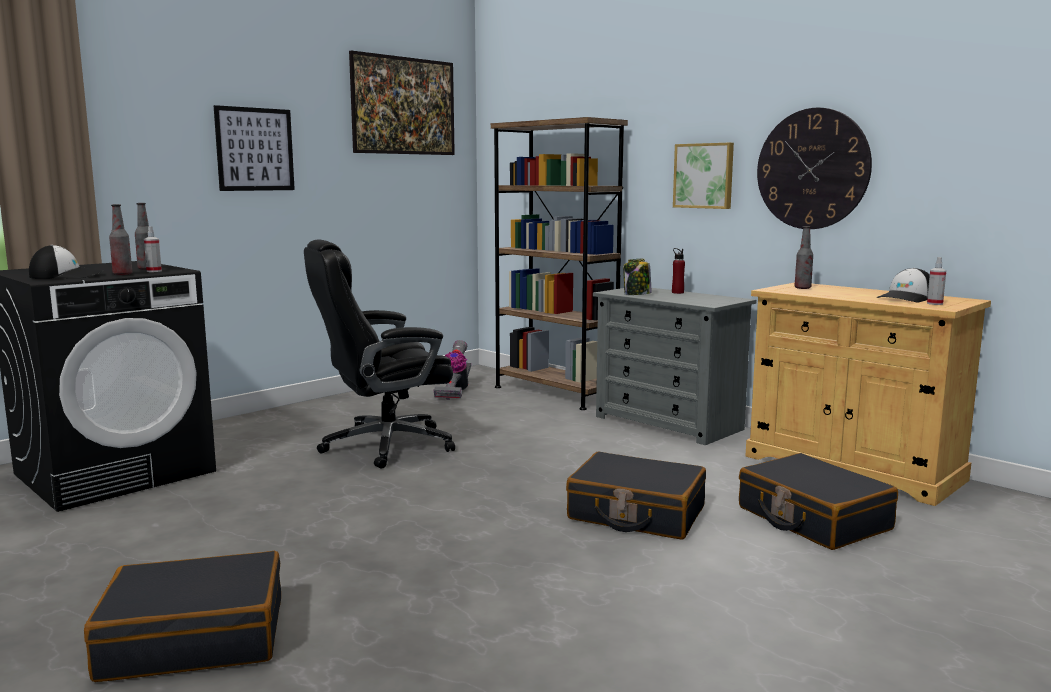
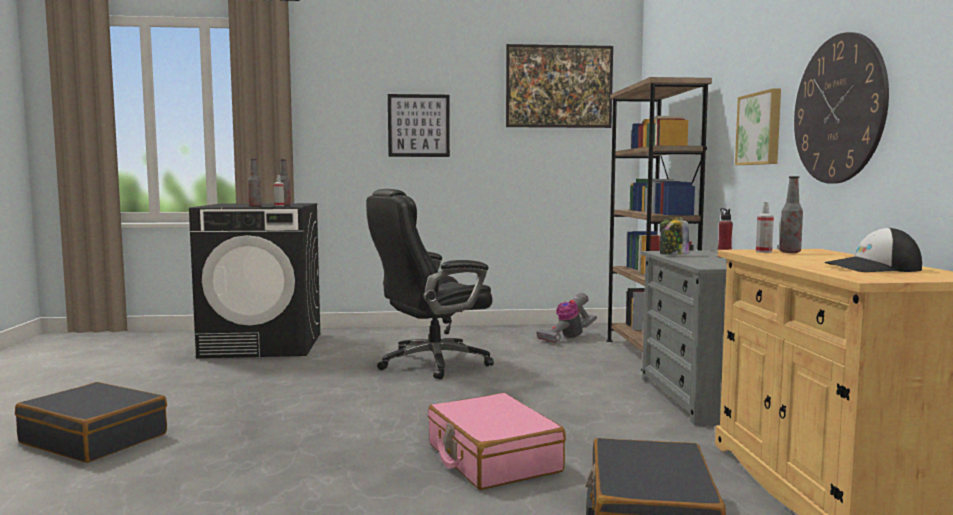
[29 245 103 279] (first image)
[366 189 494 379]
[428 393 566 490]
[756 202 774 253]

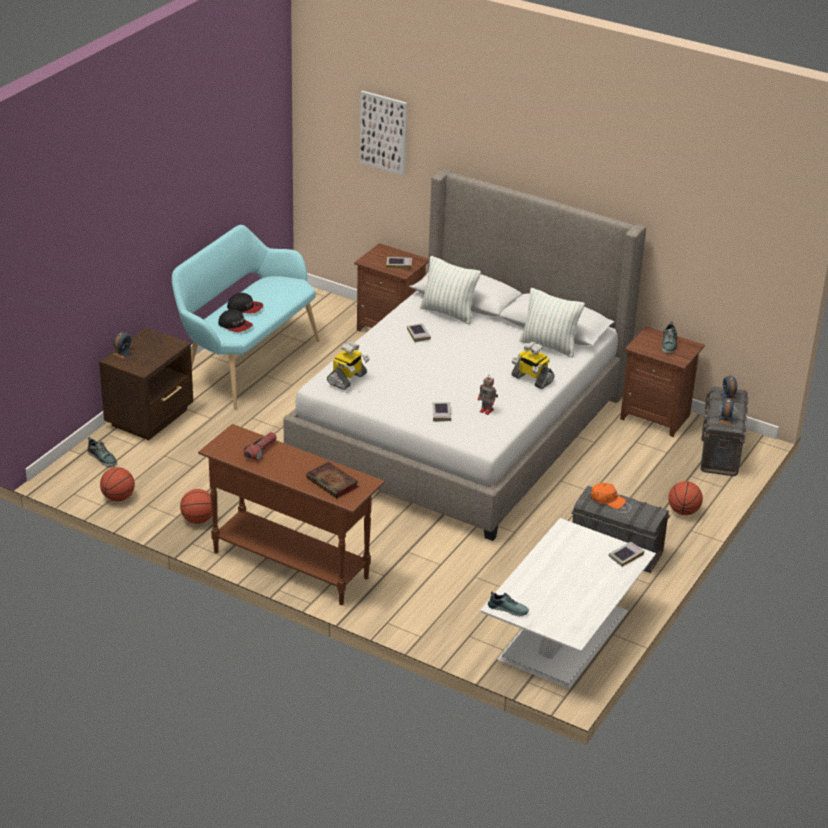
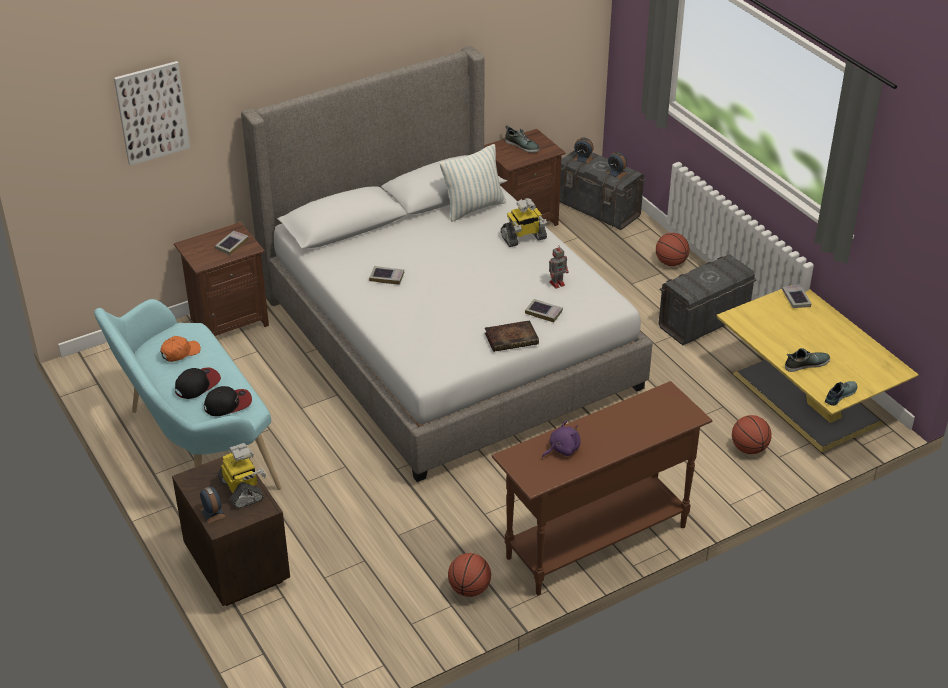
[785 348 830 372]
[732 415 772 454]
[542 420 581 457]
[485 320 539 352]
[218 443 266 508]
[420 256 481 324] (first image)
[717 285 919 452]
[160 336 201 362]

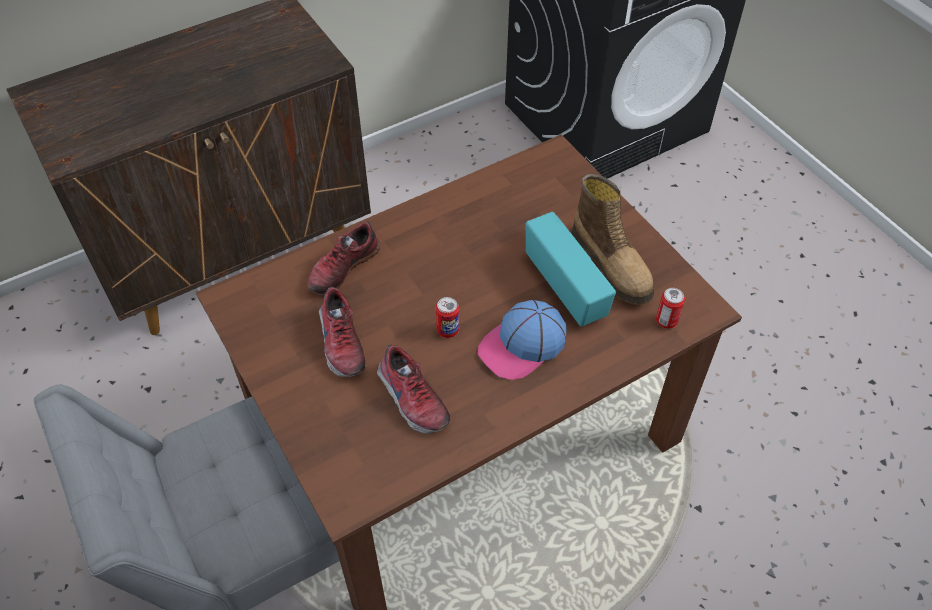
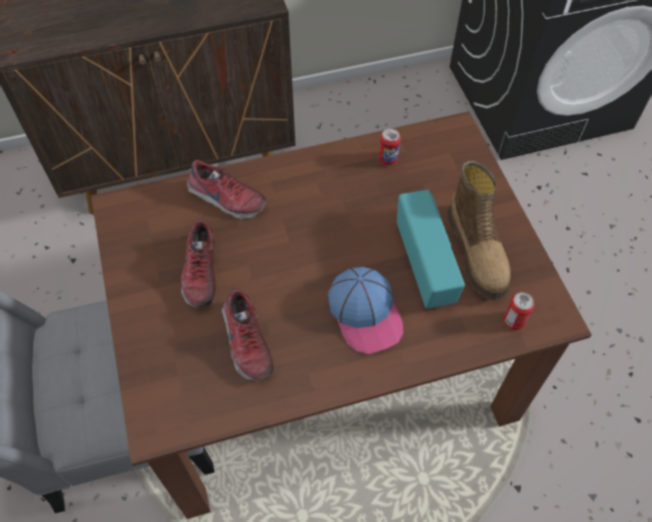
[187 160 267 219]
[379 128 401 165]
[328 267 403 354]

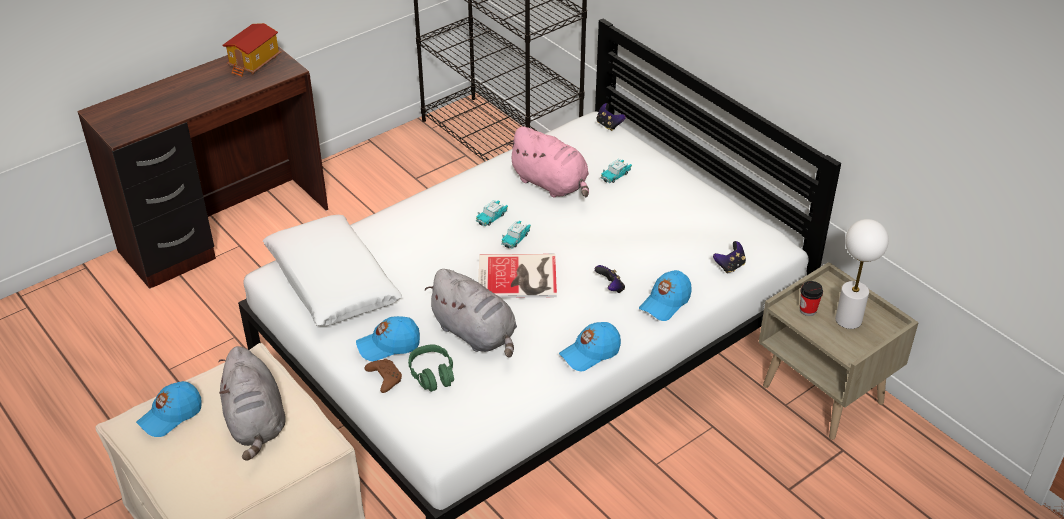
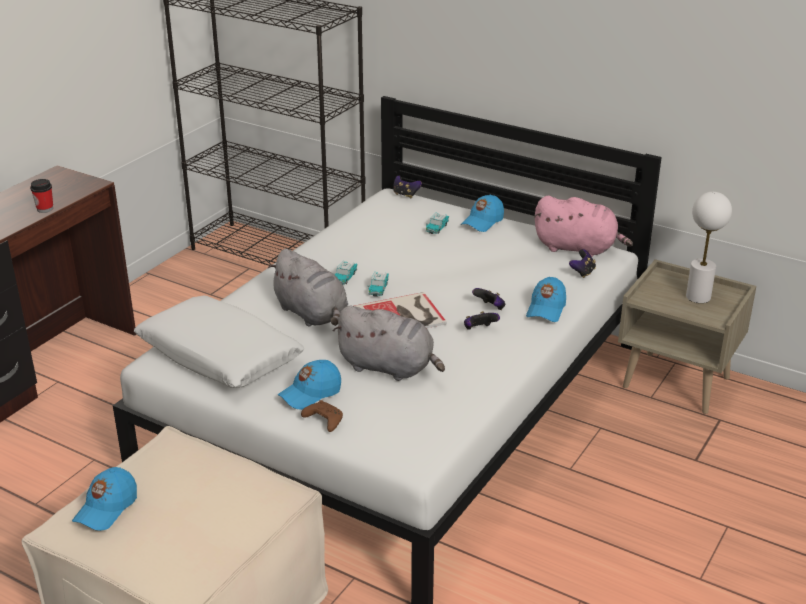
[268 249 348 327]
[223 23 281 77] (first image)
[408 344 454 392] (first image)
[534 196 633 257]
[461 195 504 232]
[30 179 53 213]
[464 311 500 330]

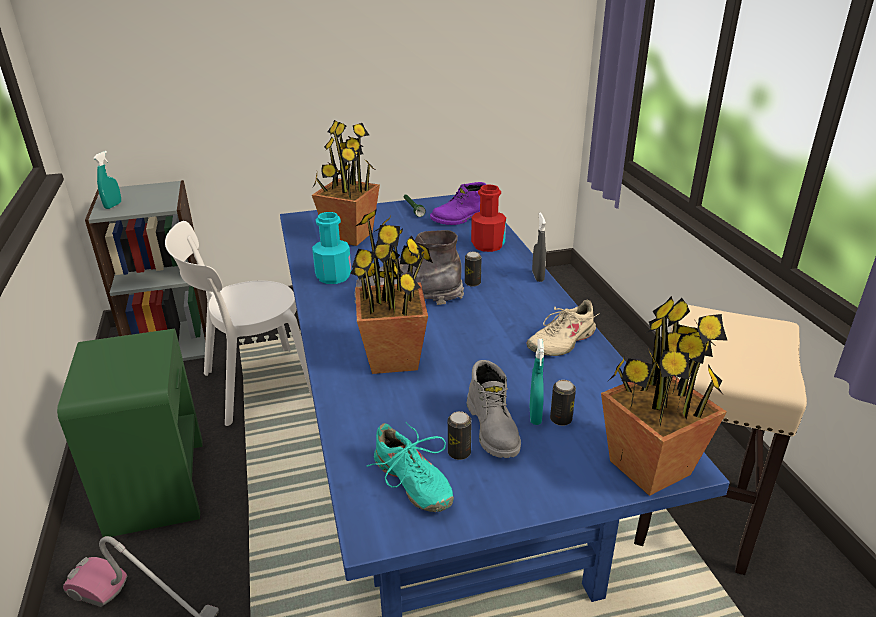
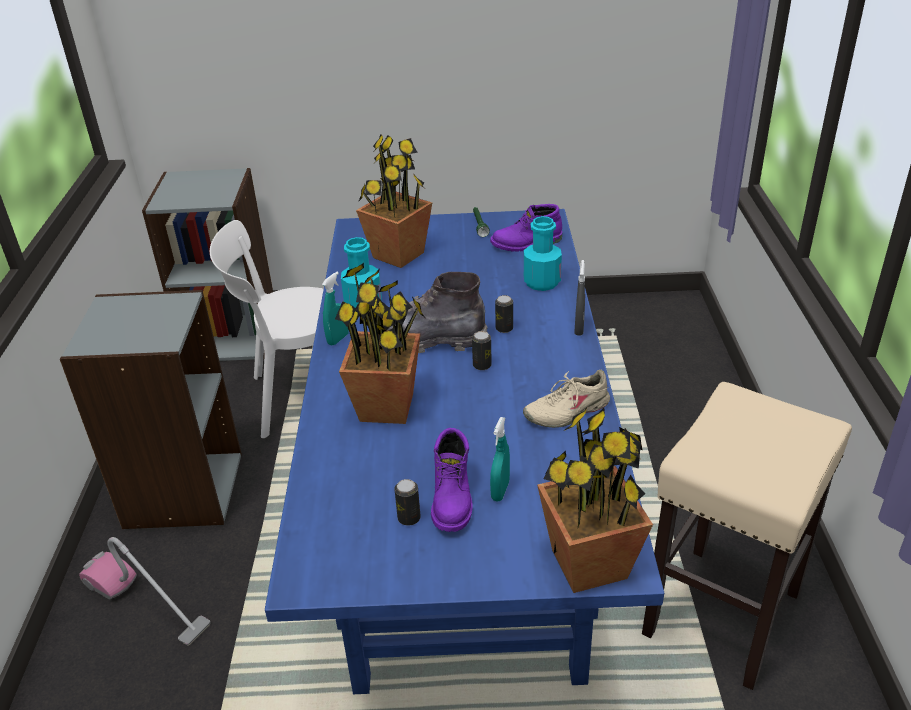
[60 290 242 529]
[322 272 349 346]
[366 422 454 512] (first image)
[431 428 473 532]
[524 216 562 291]
[472 331 492 370]

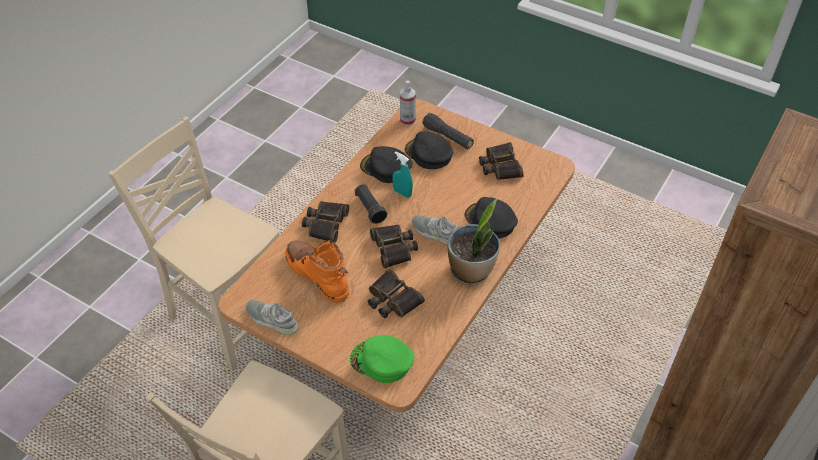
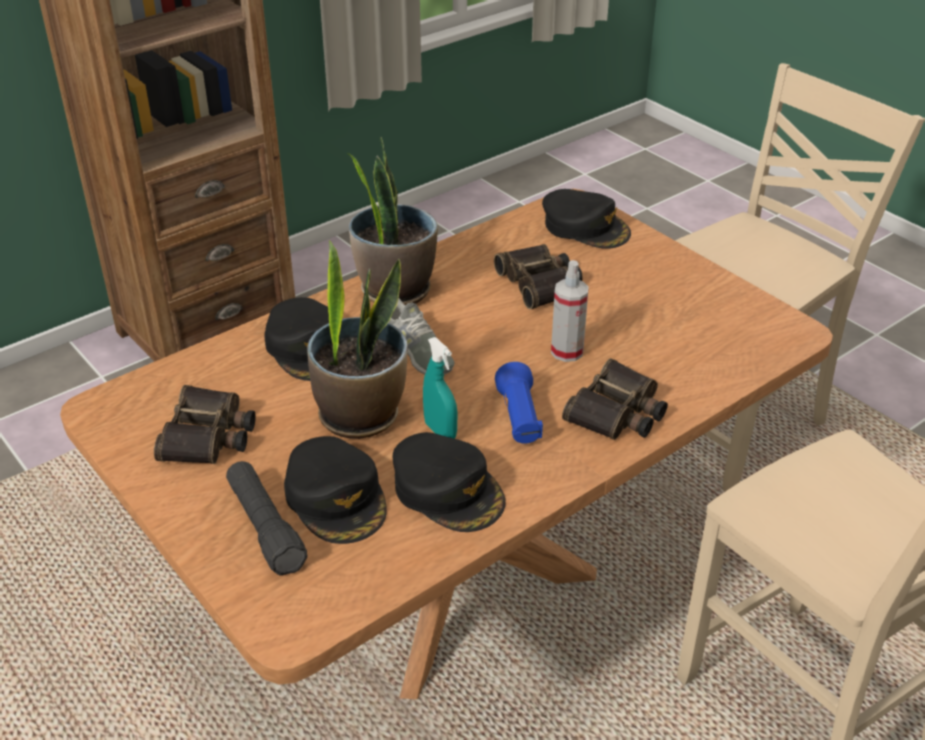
[246 300 299 335] (first image)
[285 240 350 303] (first image)
[542 189 631 249]
[495 362 543 444]
[370 224 418 268] (first image)
[551 260 589 362]
[307 240 408 439]

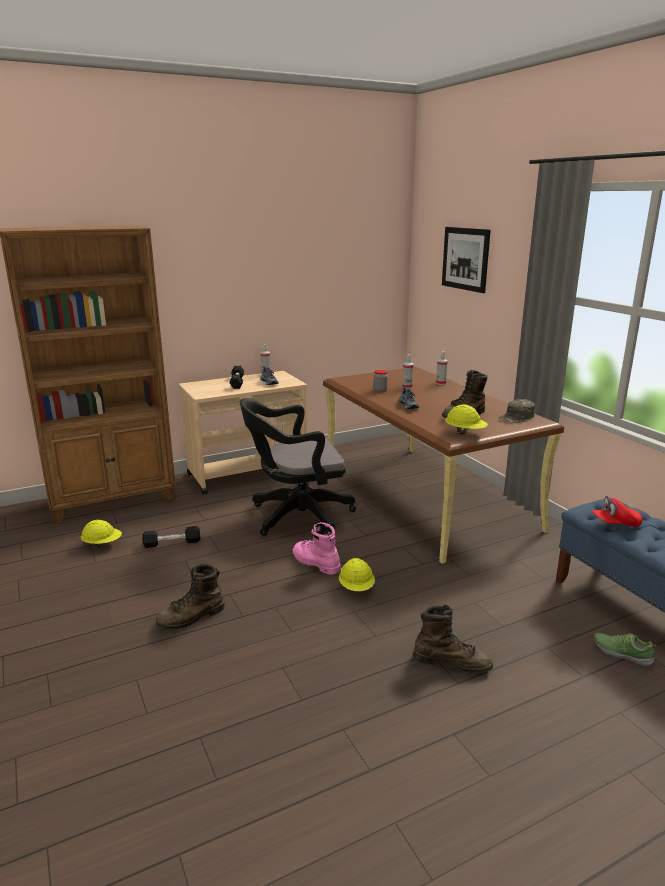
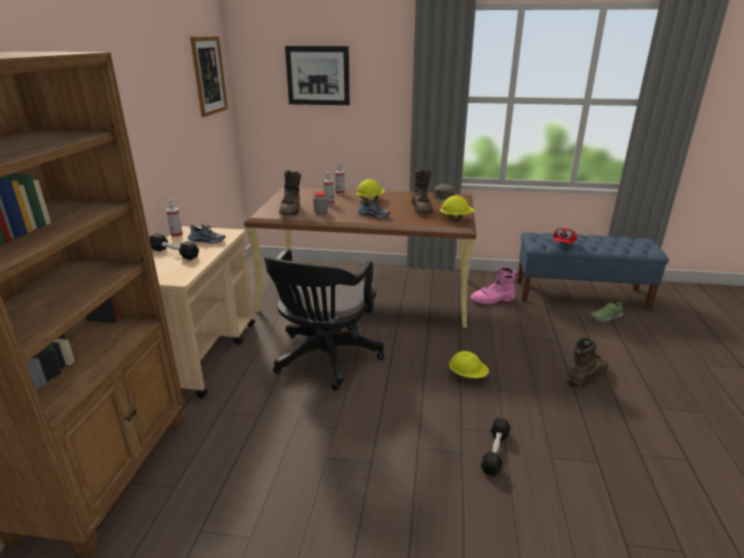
[356 179 385 201]
[481 417 511 476]
[279 170 301 215]
[471 267 517 304]
[190 36 228 117]

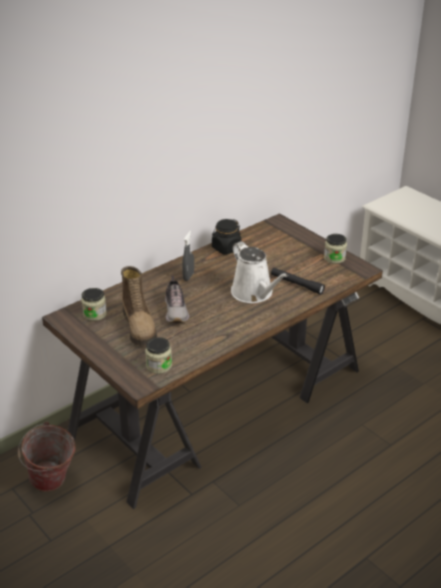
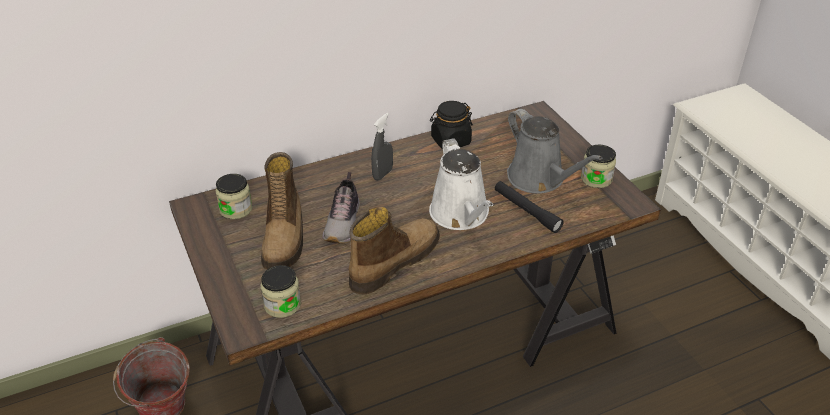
[349 207 440 294]
[507 109 602 194]

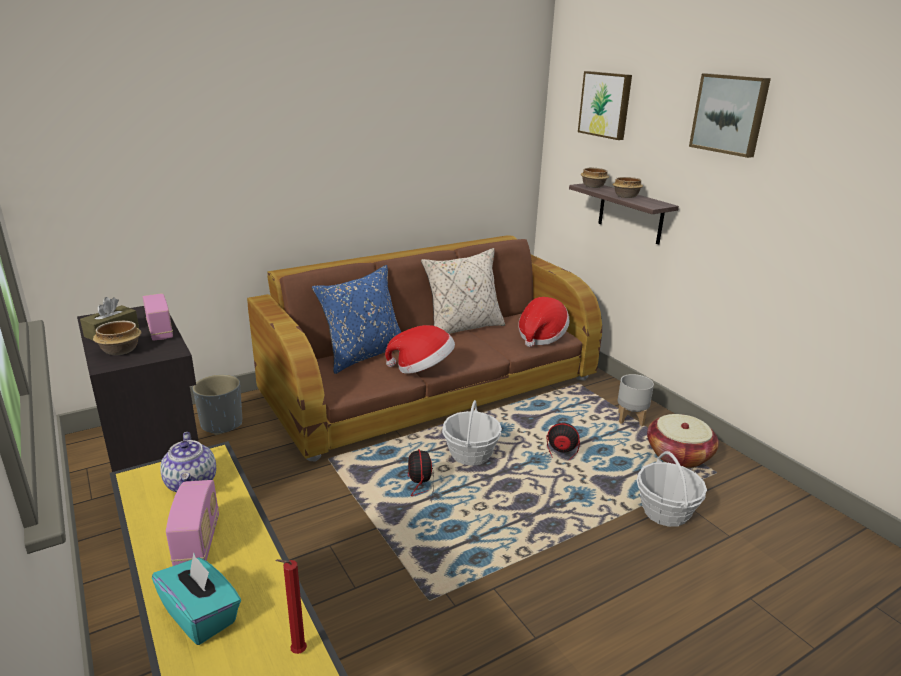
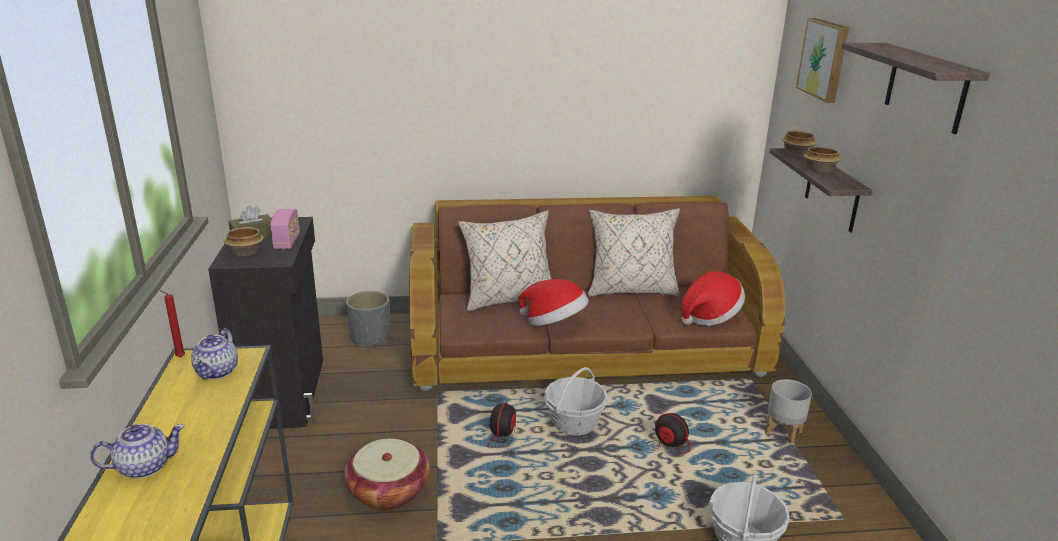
[90 424 185 479]
[166 480 219 566] (first image)
[158 289 185 357]
[458 210 552 311]
[344 439 430 510]
[842 43 990 134]

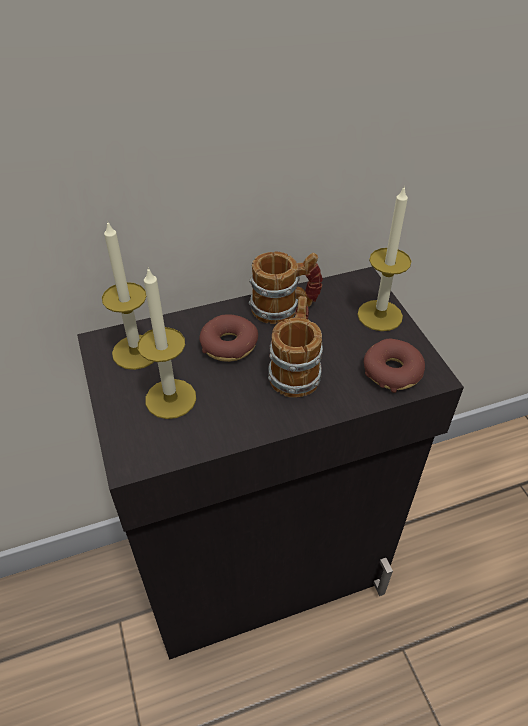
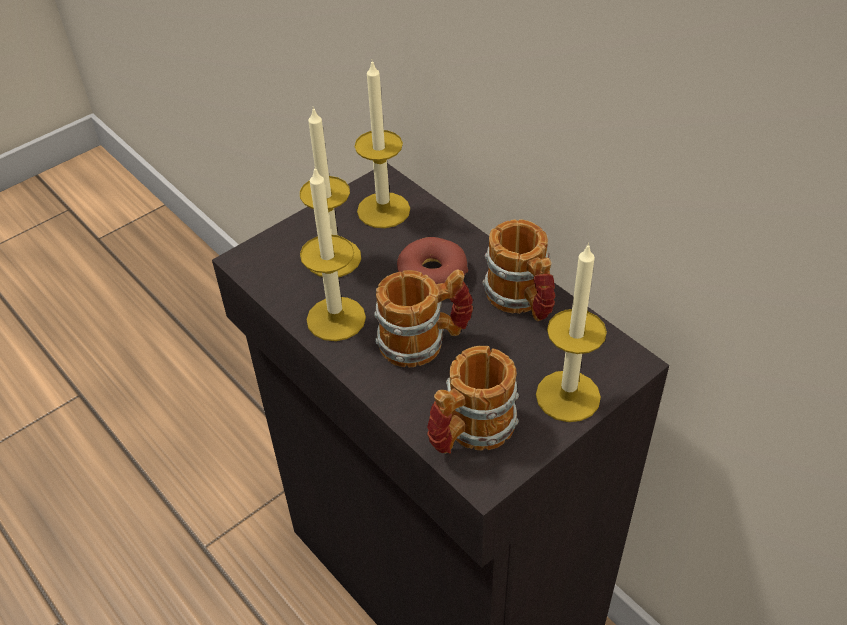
[427 346 519 454]
[300 166 366 341]

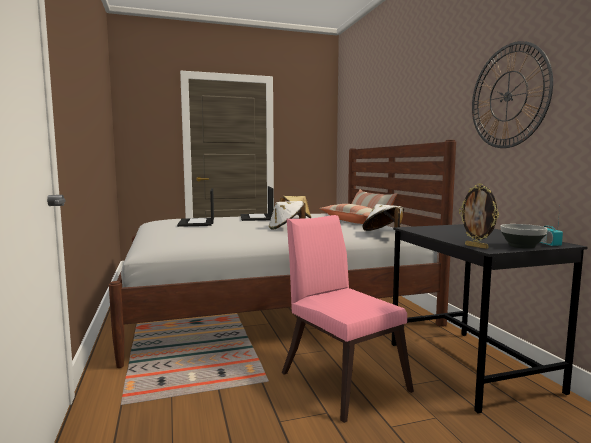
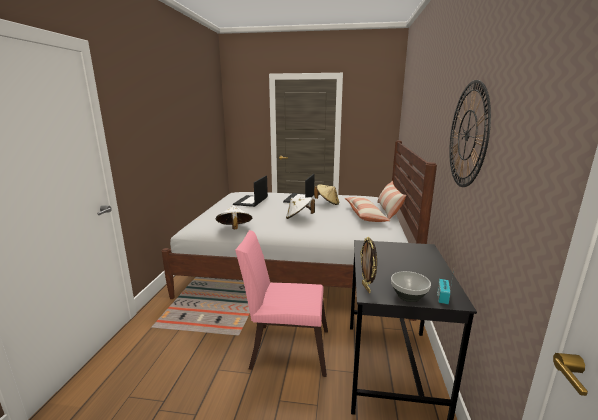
[235 230 328 377]
[216 206 252 229]

